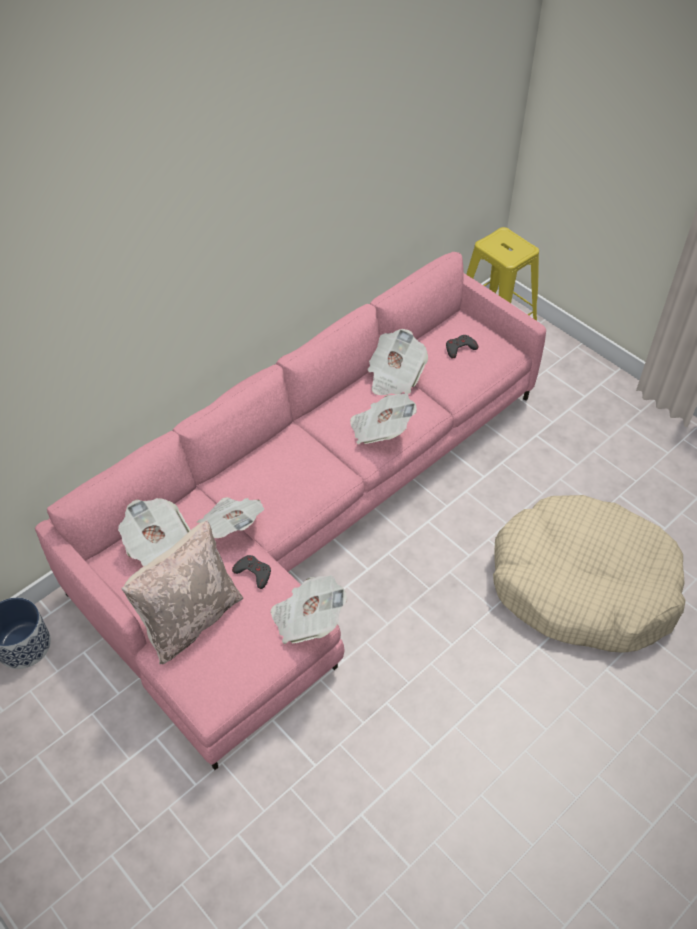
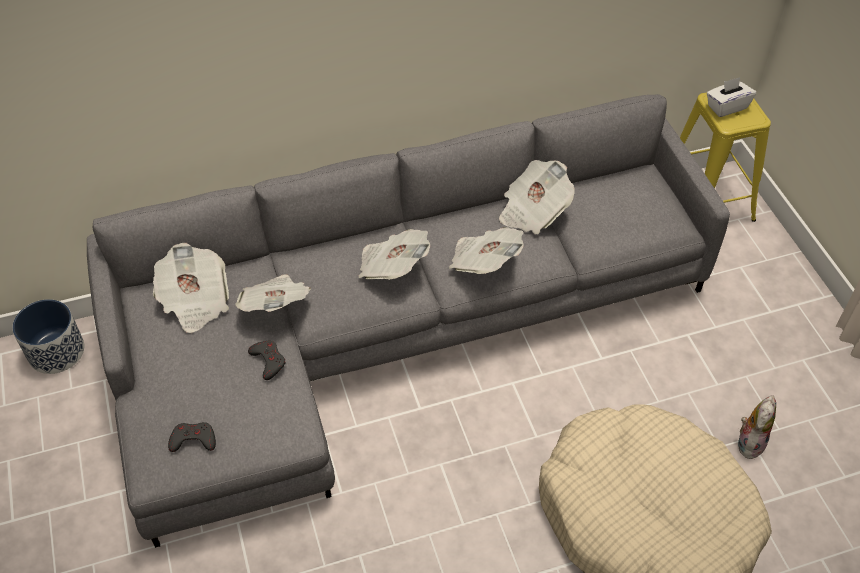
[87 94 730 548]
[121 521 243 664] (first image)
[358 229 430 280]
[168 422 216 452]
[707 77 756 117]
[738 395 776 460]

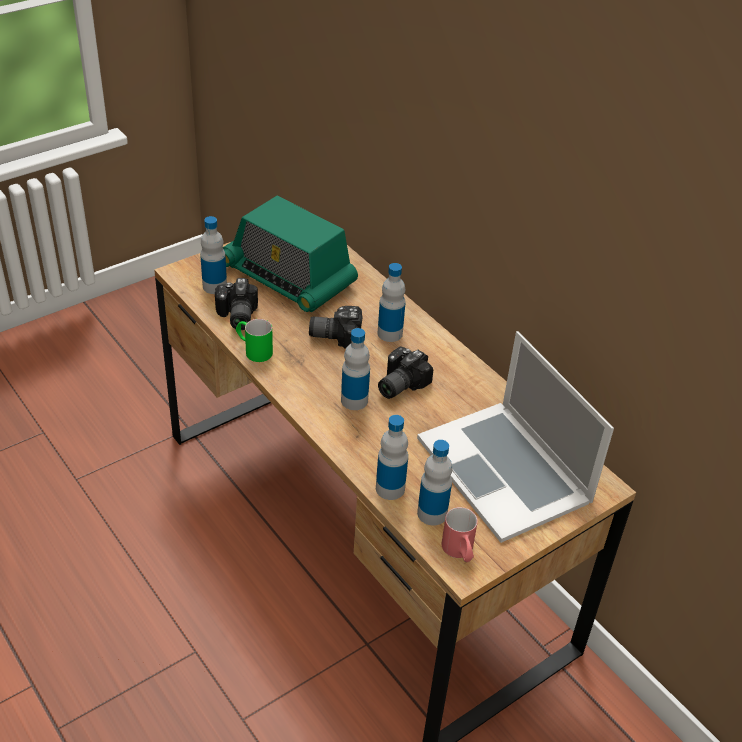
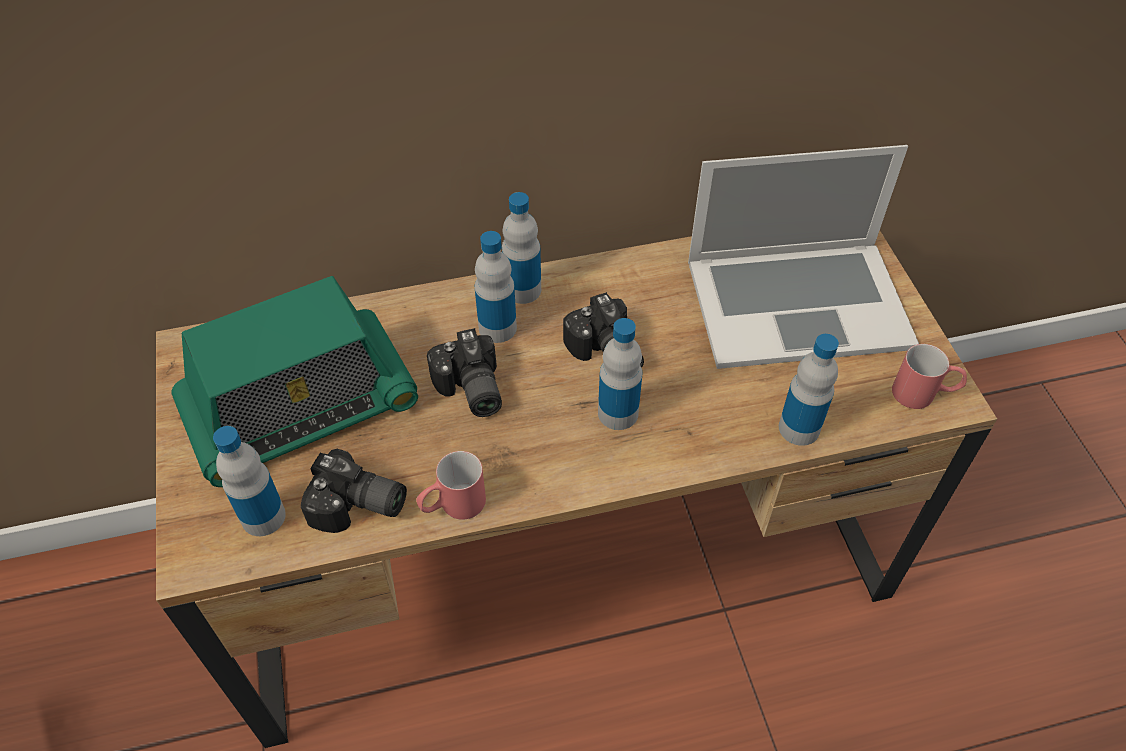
[416 451 486 520]
[427 328 502 417]
[502 192 541 304]

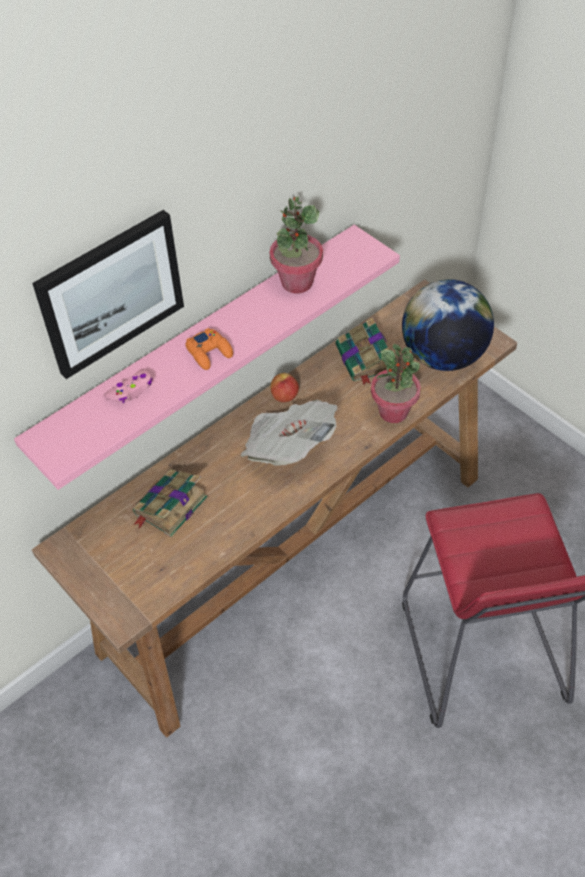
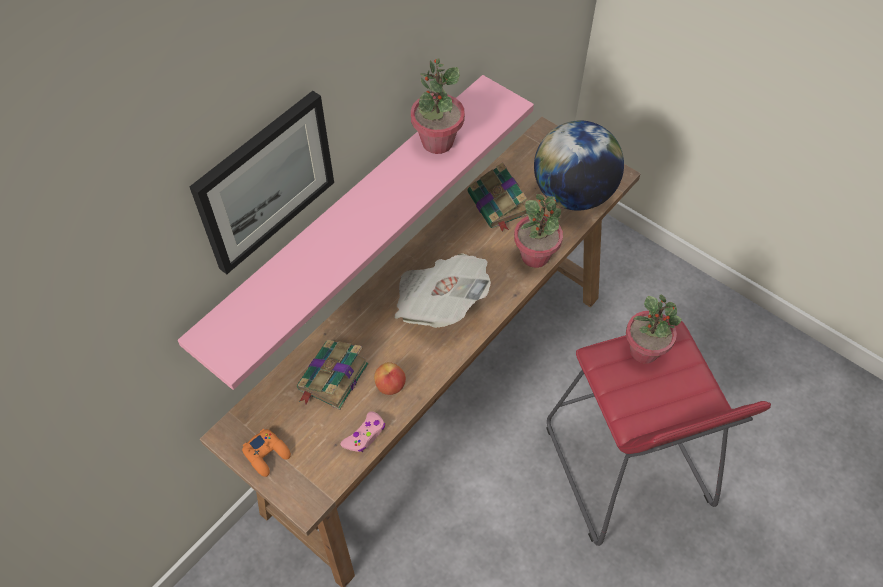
[340 411 385 452]
[242 429 291 477]
[374 362 406 395]
[626 294 682 363]

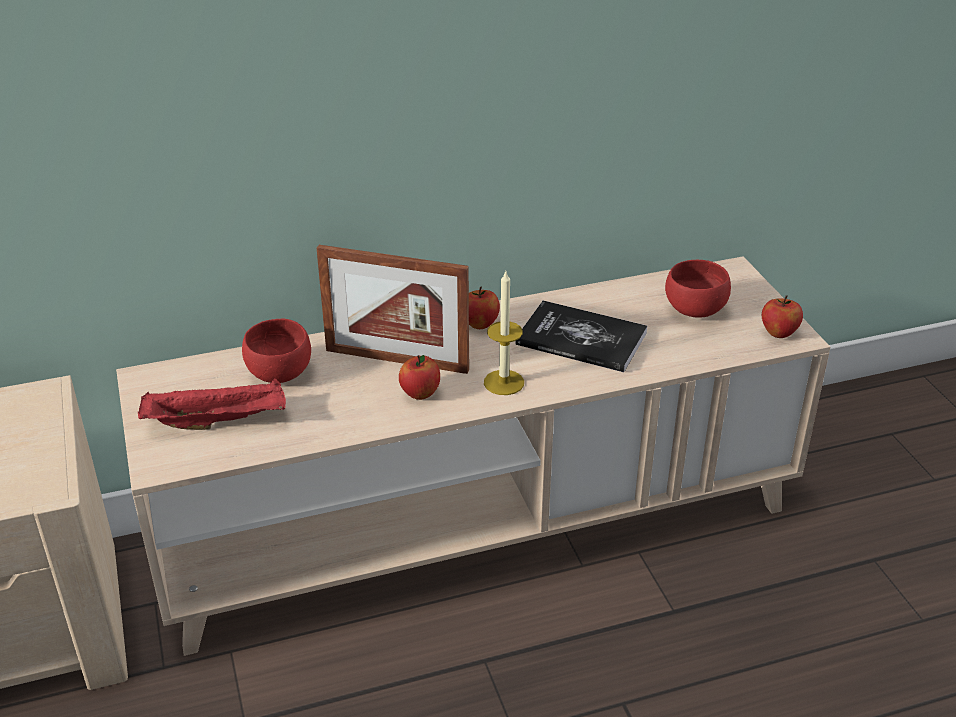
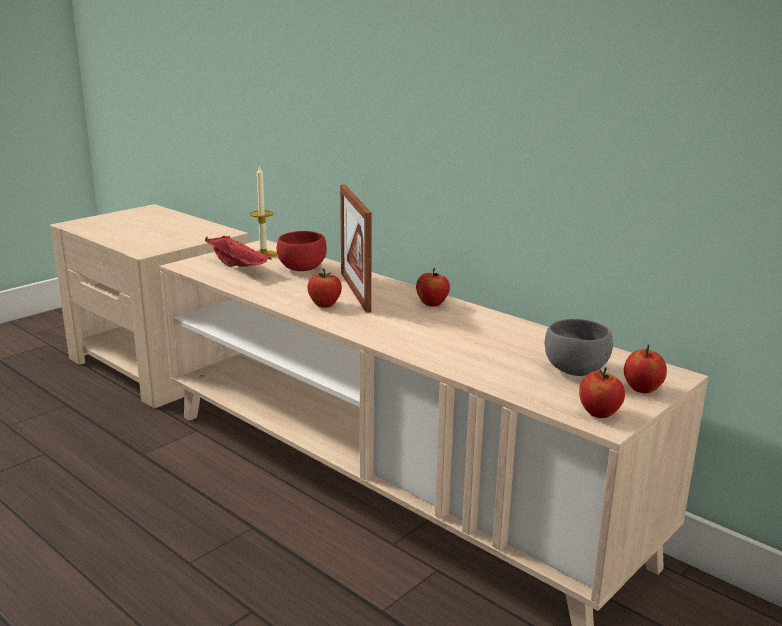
[250 165 277 258]
[515 300 647 372] (first image)
[545 319 613 376]
[624 345 667 393]

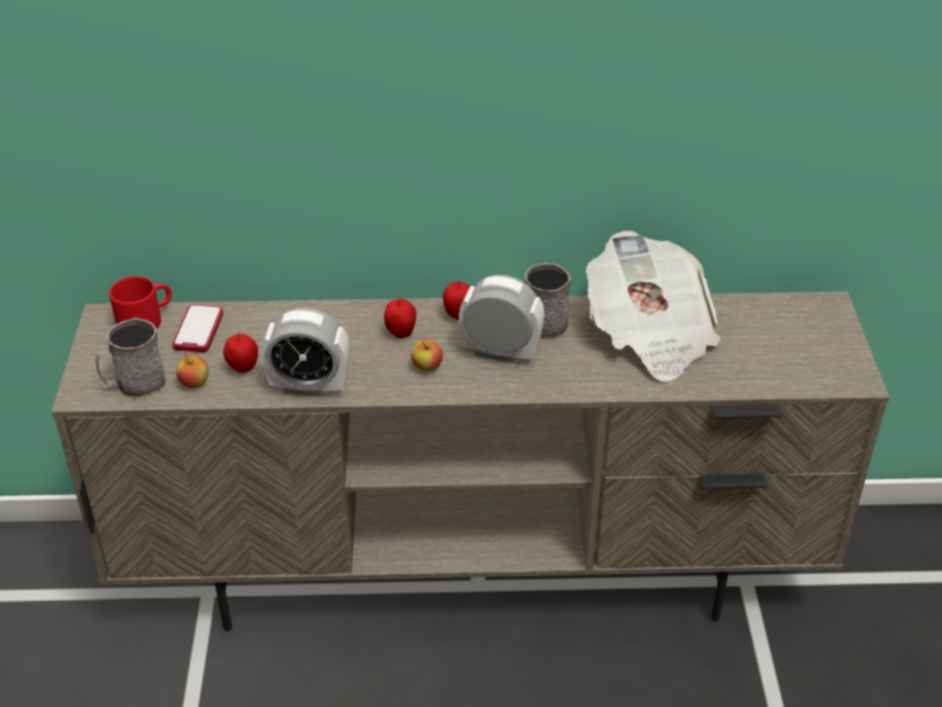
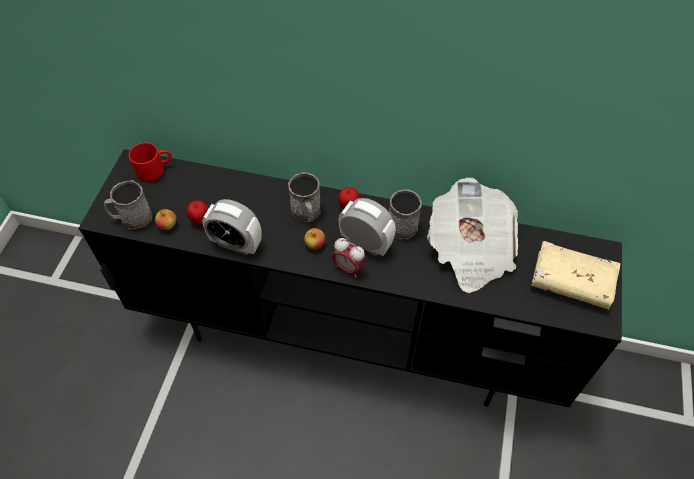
[78 149 622 408]
[172 305 223 352] (first image)
[288 172 321 222]
[332 238 366 278]
[532 241 620 310]

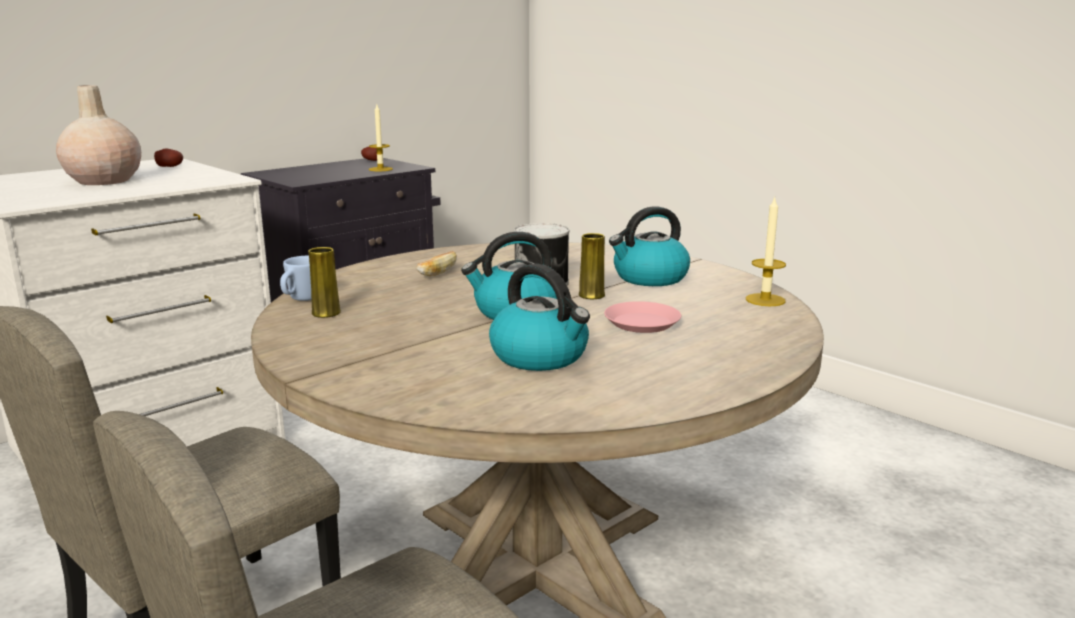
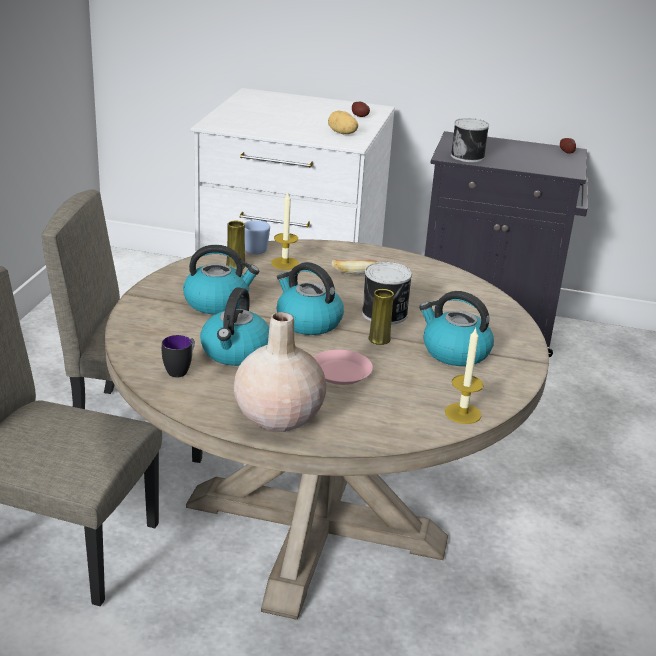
[234 312 326 432]
[271 193 299 270]
[162 335 195 377]
[183 245 259 315]
[328 111 358 134]
[451 118 489 162]

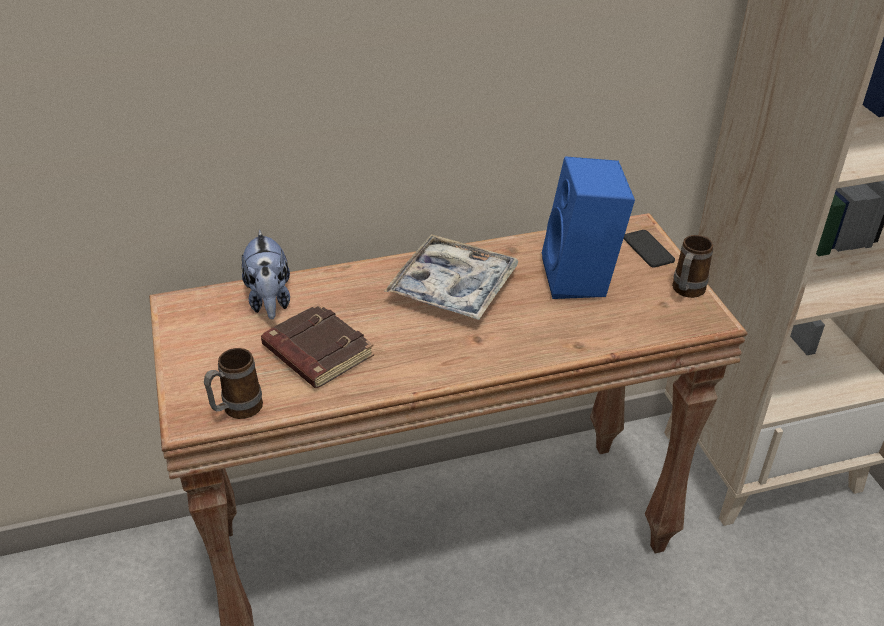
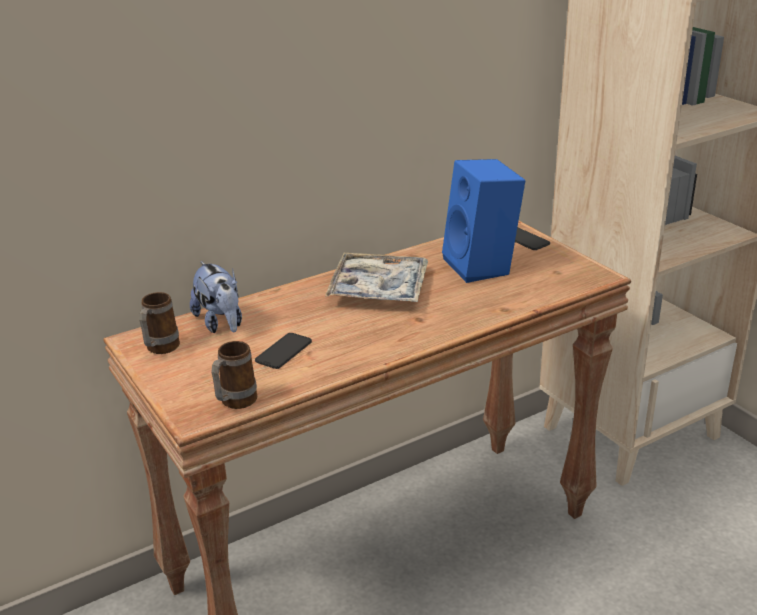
[255 333 312 369]
[139 292 180 354]

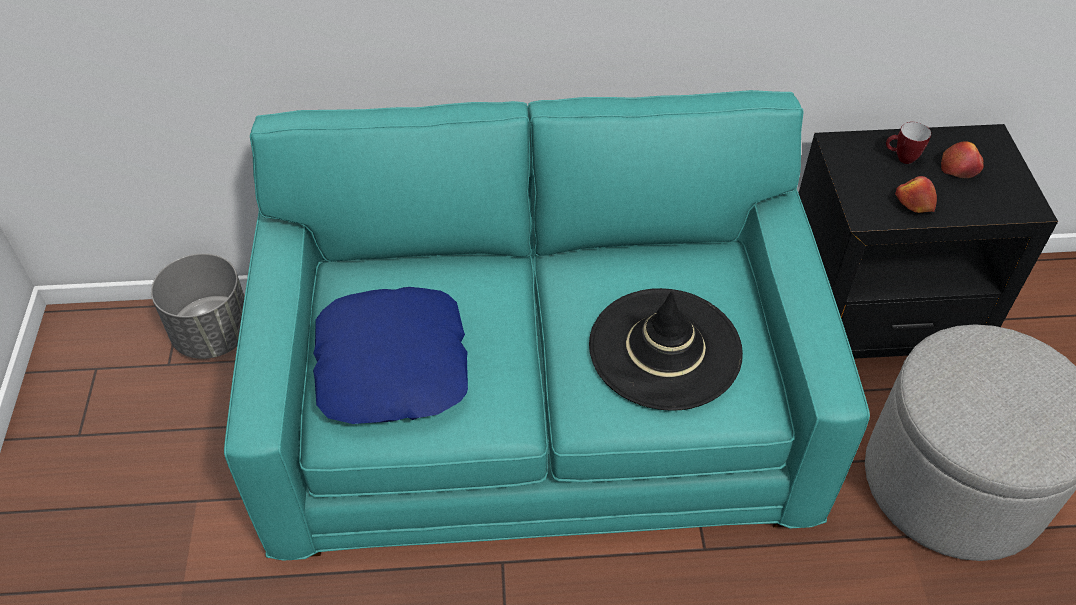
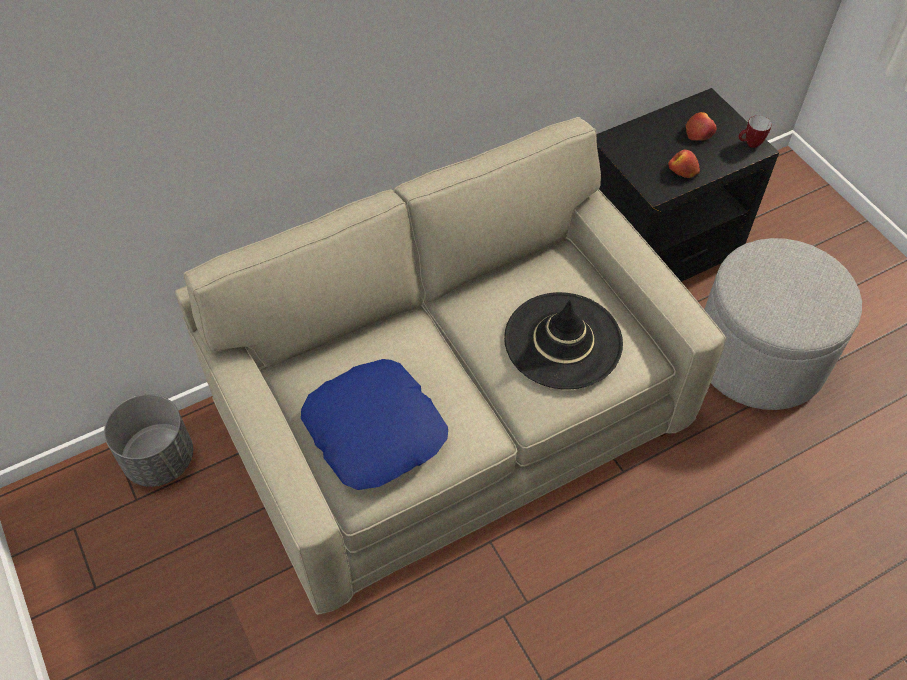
[175 117 726 615]
[739 115 772 148]

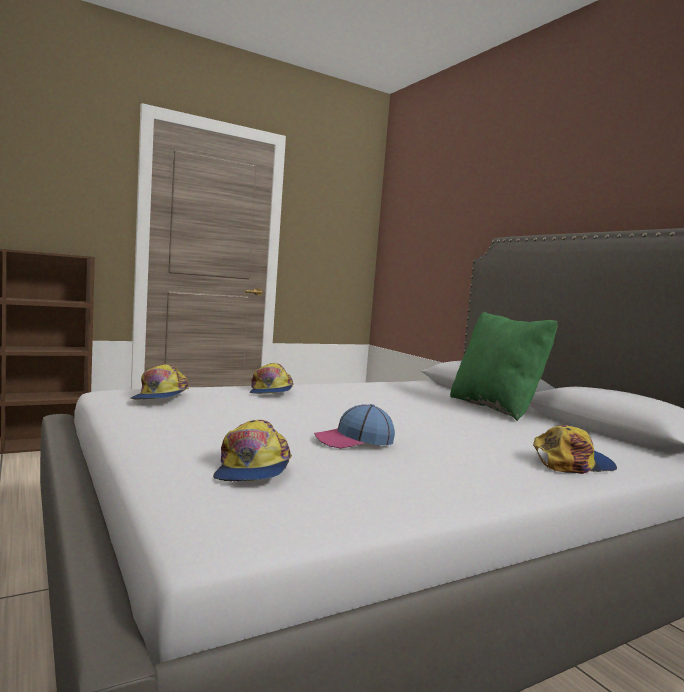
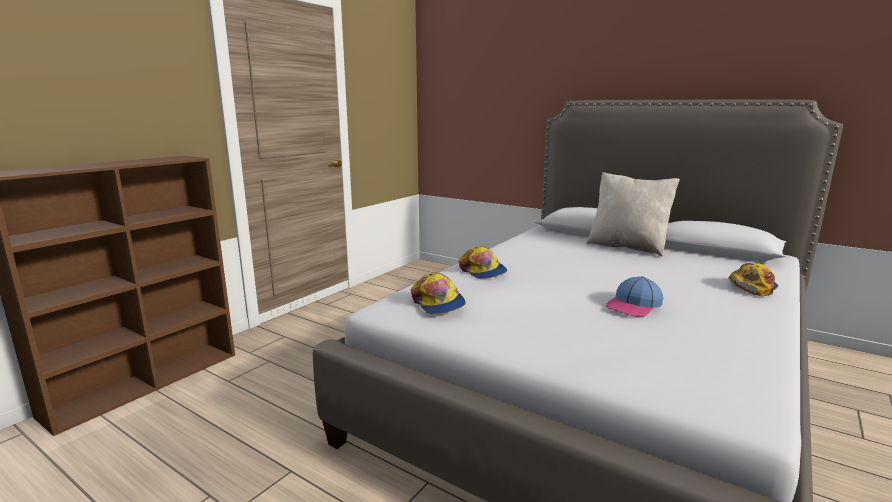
[213 420 292 481] (first image)
[587 172 680 257]

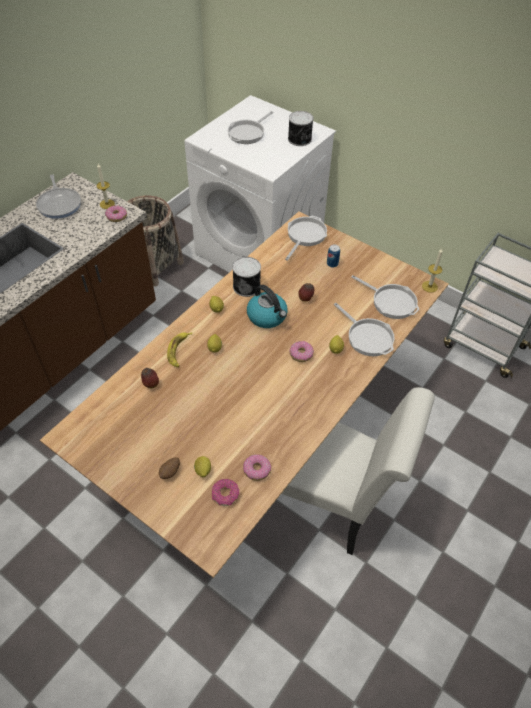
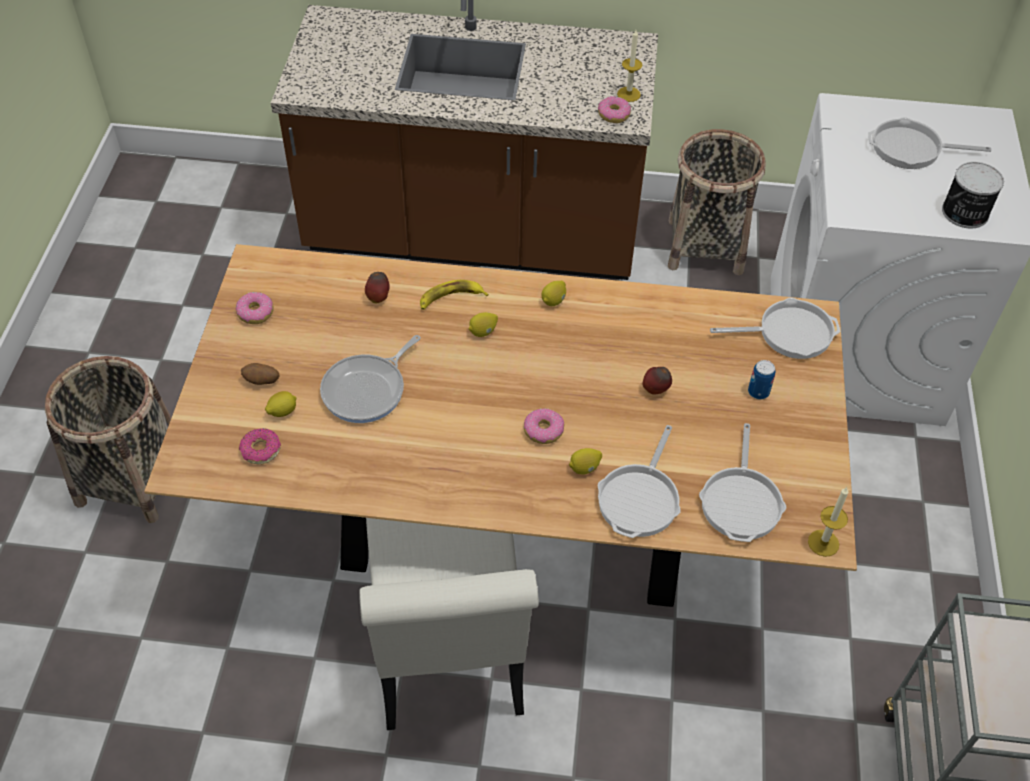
[320 335 421 423]
[232 257 261 297] (first image)
[236 292 274 324]
[247 285 288 328] (first image)
[45 356 171 523]

